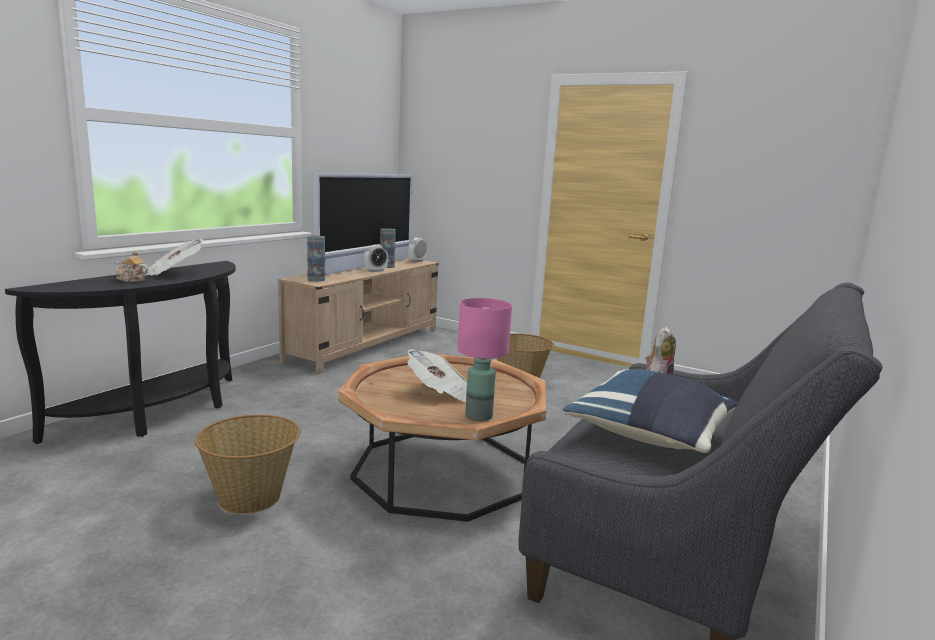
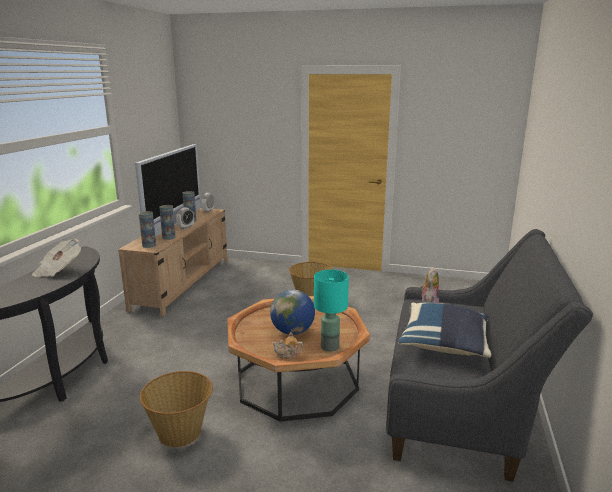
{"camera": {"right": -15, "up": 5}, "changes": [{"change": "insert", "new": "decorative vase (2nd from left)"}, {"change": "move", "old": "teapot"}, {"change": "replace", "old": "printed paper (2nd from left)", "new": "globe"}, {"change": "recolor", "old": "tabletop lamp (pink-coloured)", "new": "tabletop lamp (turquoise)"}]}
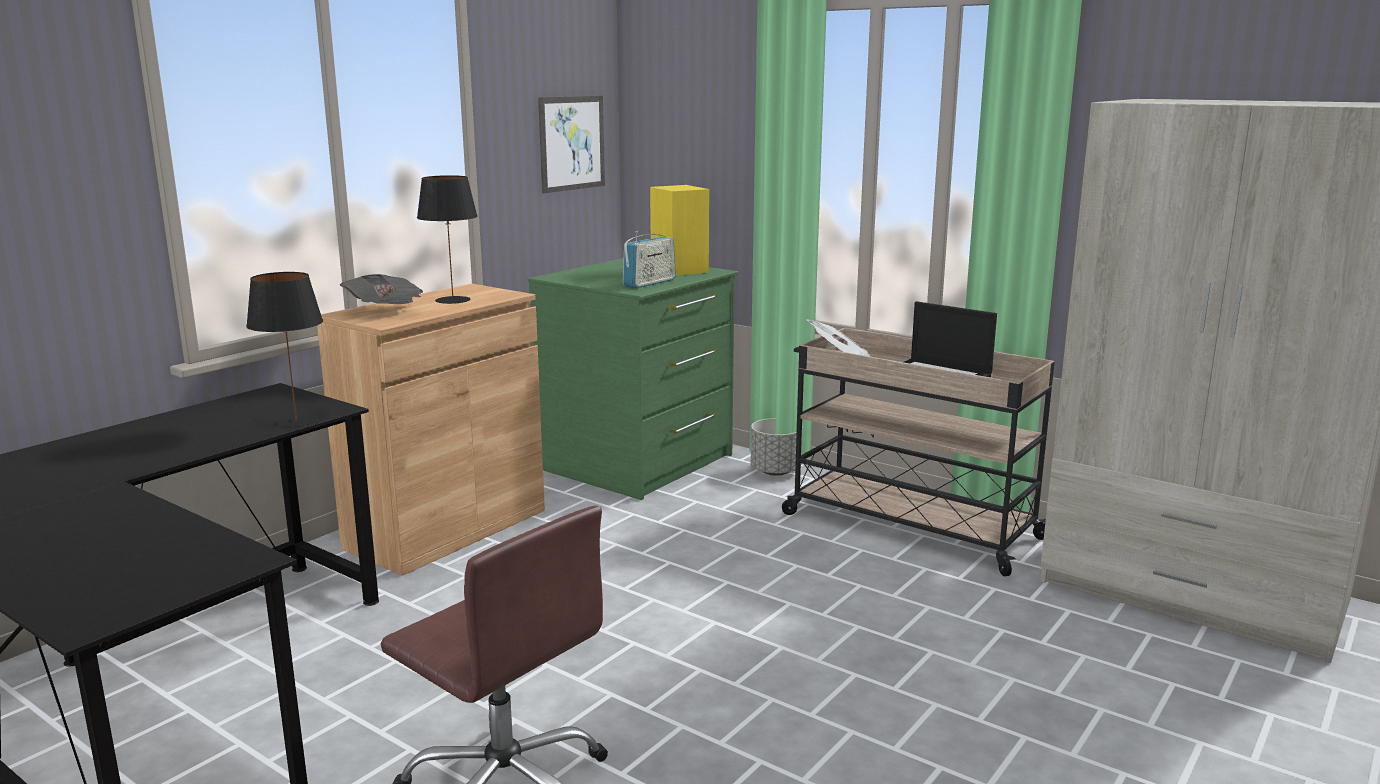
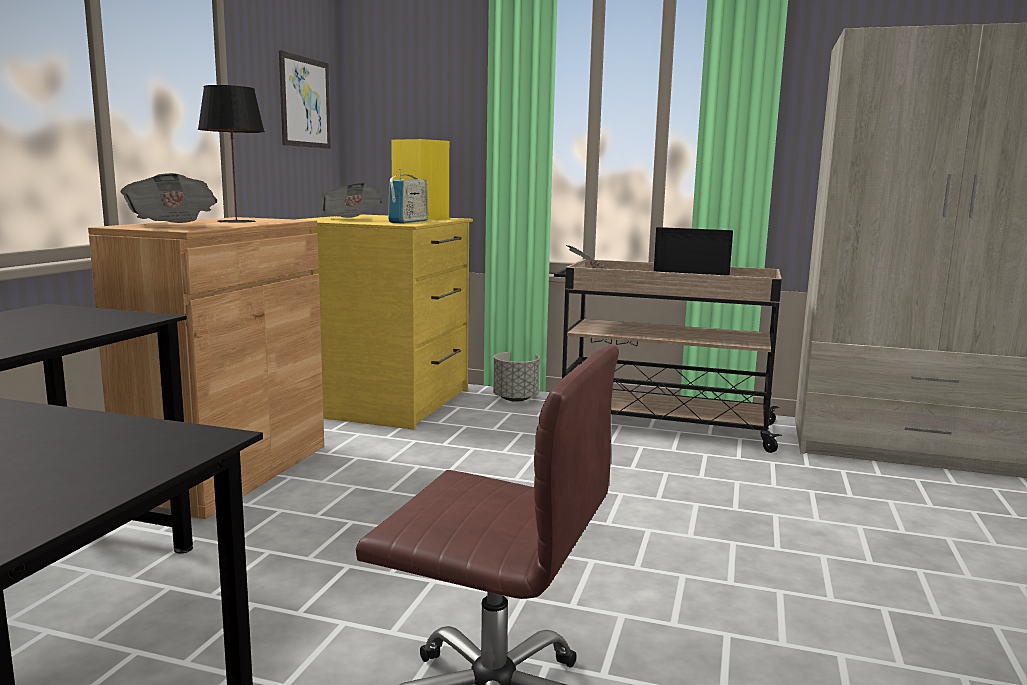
{"camera": {"right": -20, "up": -5}, "changes": [{"change": "delete", "old": "tabletop lamp (black-coloured) (1st from left)"}, {"change": "insert", "new": "printed paper (2nd from left)"}, {"change": "recolor", "old": "dresser (green)", "new": "dresser (yellow-coloured)"}]}
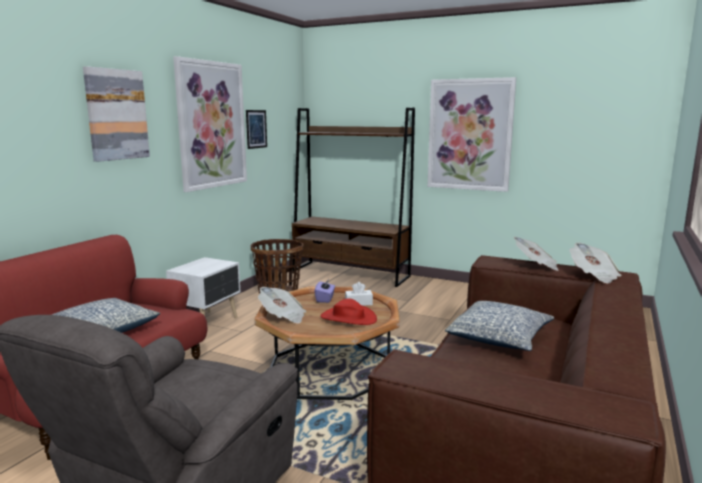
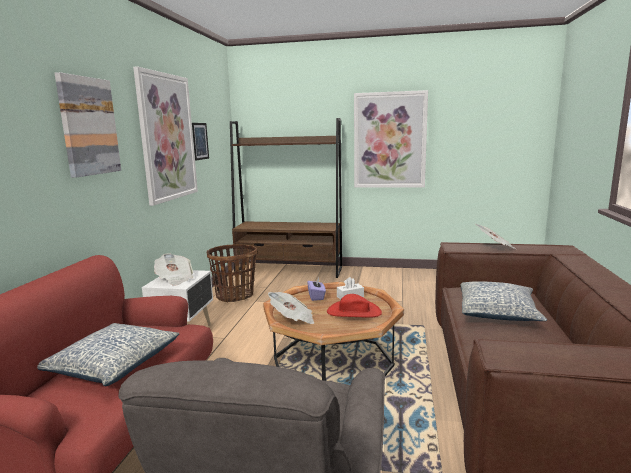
{"camera": {"right": -15, "up": 0}, "changes": [{"change": "move", "old": "printed paper (3rd from left in the first image)", "new": "printed paper (1st from left)"}]}
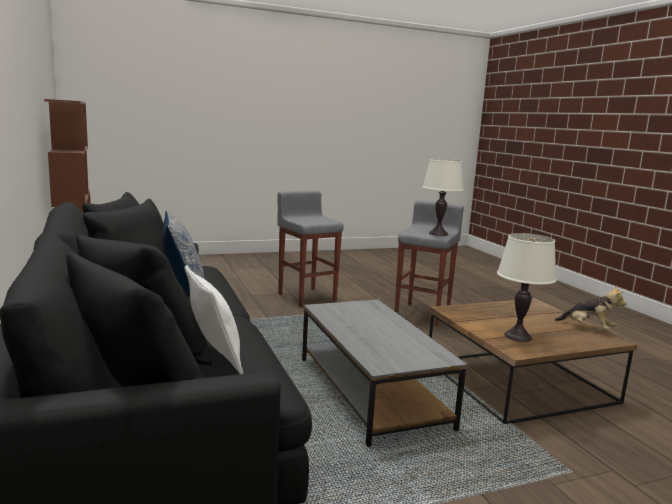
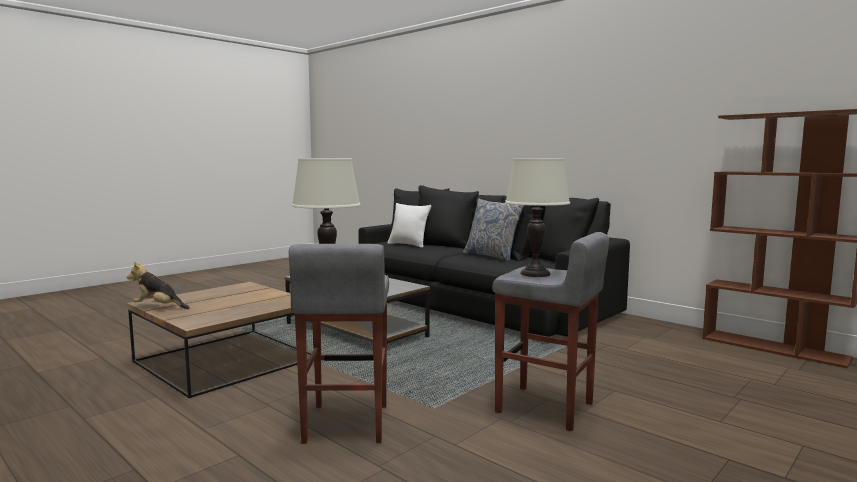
{"camera": {"right": 155, "up": -5}, "changes": [{"change": "move", "old": "tabletop lamp (white-coloured) (2nd from left)"}]}
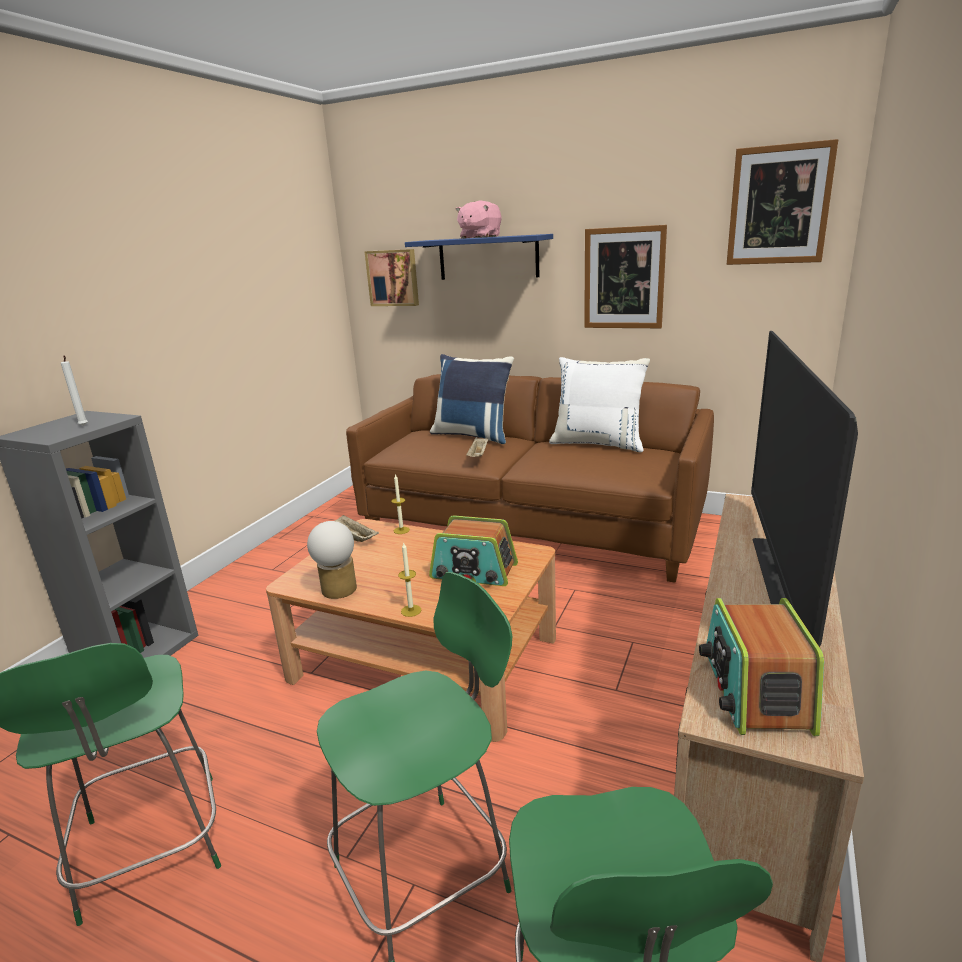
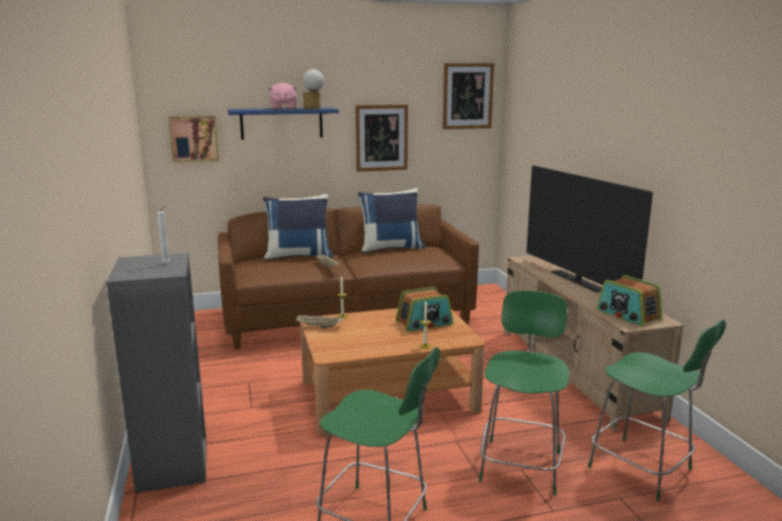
{"camera": {"right": -40, "up": -5}, "changes": [{"change": "move", "old": "tabletop lamp"}, {"change": "recolor", "old": "cushion (white-coloured)", "new": "cushion (bluish) (2nd from left)"}]}
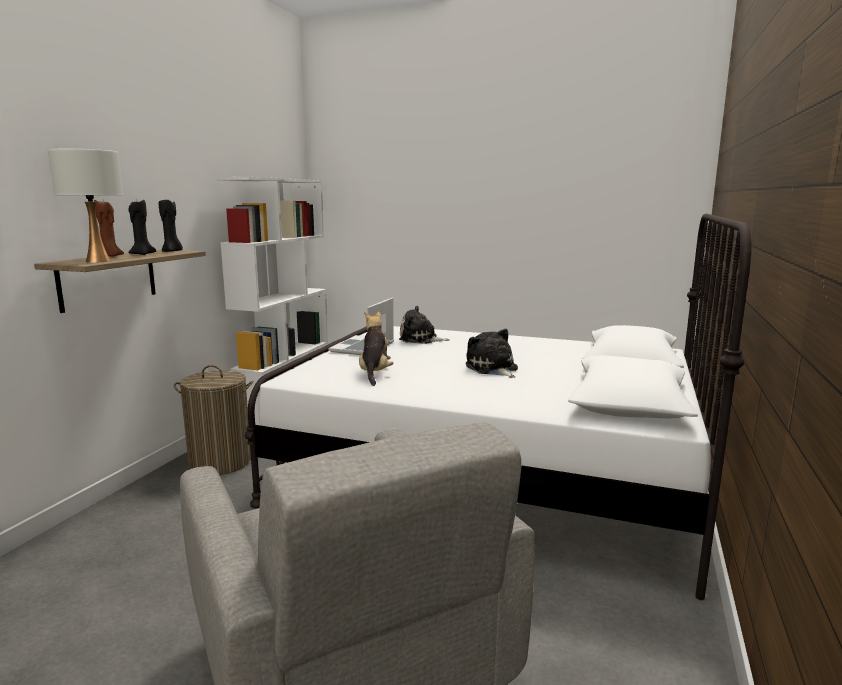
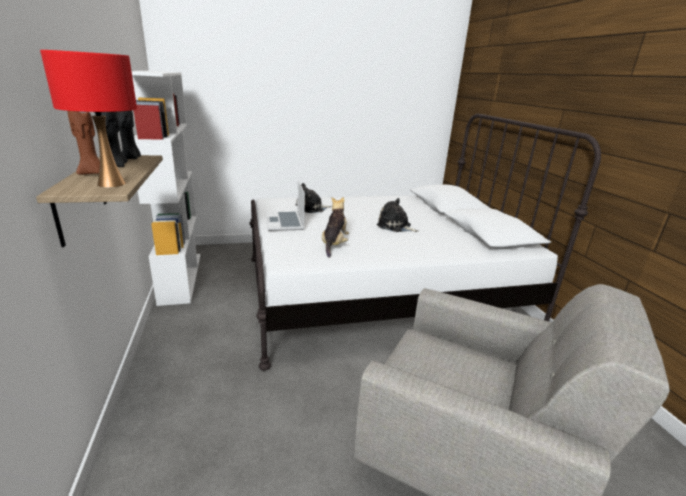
{"camera": {"right": -35, "up": 10}, "changes": [{"change": "delete", "old": "hamper"}, {"change": "recolor", "old": "tabletop lamp (white-coloured)", "new": "tabletop lamp (red)"}, {"change": "rotate", "old": "cuddly toy (1st from left in the first image)", "degrees": 45}]}
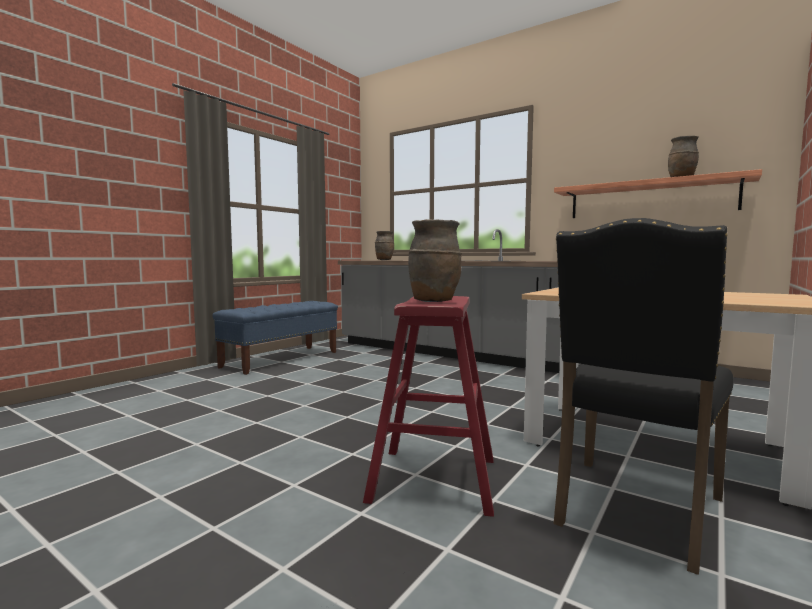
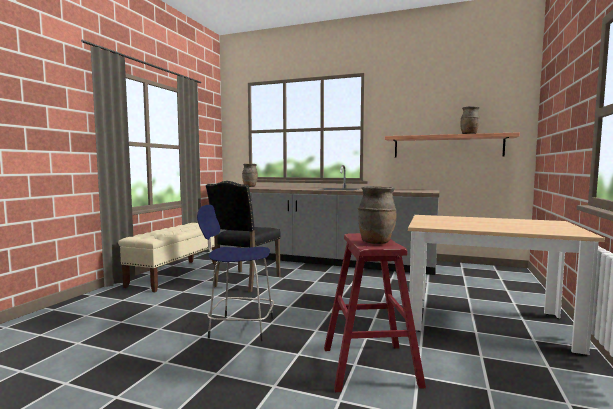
{"camera": {"right": -15, "up": 0}, "changes": [{"change": "insert", "new": "sitting stool (bluish)"}, {"change": "move", "old": "upright chair (black-coloured)"}, {"change": "recolor", "old": "long seat (bluish)", "new": "long seat (sand-coloured)"}]}
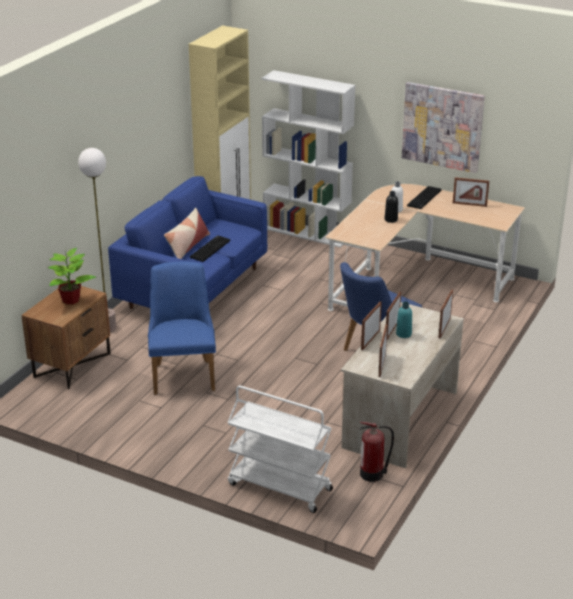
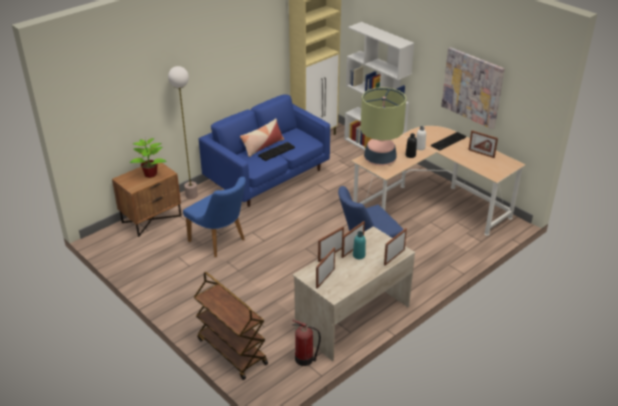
{"camera": {"right": 20, "up": 5}, "changes": [{"change": "insert", "new": "tabletop lamp"}, {"change": "recolor", "old": "cart (white-coloured)", "new": "cart (brown-coloured)"}, {"change": "rotate", "old": "upright chair (bluish) (1st from left)", "degrees": 120}]}
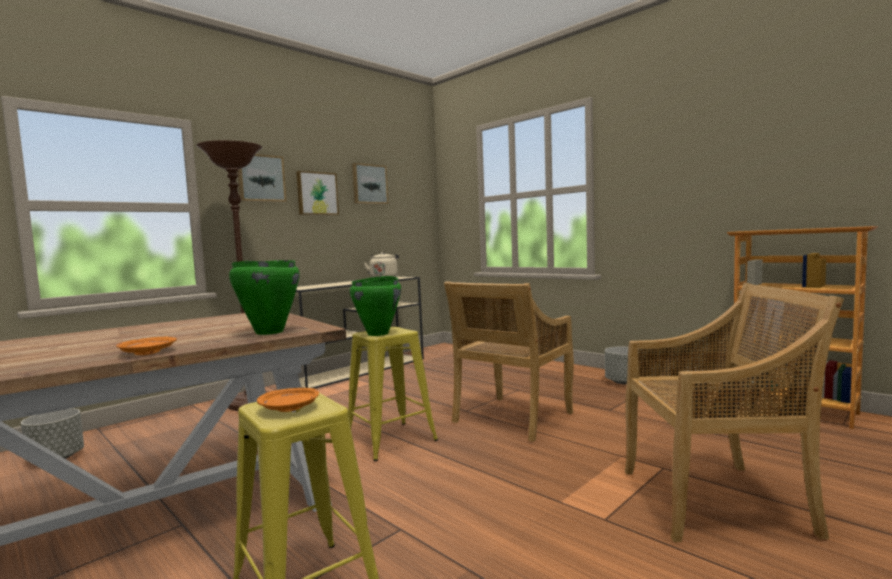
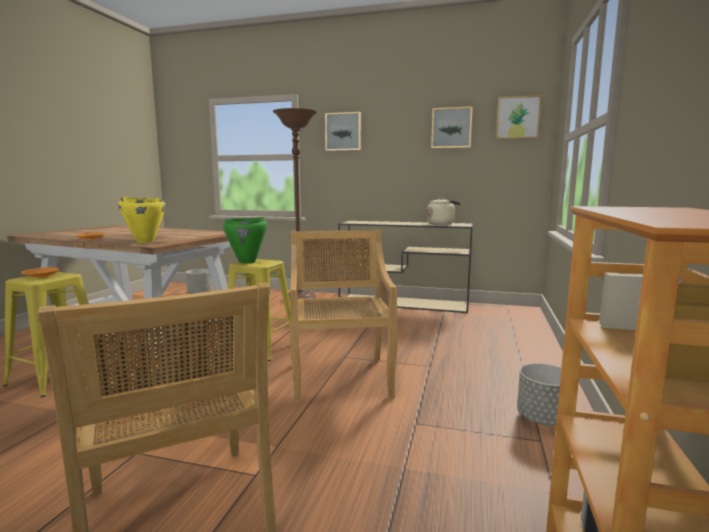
{"camera": {"right": 60, "up": 5}, "changes": [{"change": "move", "old": "picture (2nd from left in the first image)", "new": "picture (3rd from left)"}, {"change": "recolor", "old": "cooking pot (green) (1st from left)", "new": "cooking pot (yellow-coloured)"}, {"change": "rotate", "old": "upright chair (sand-coloured) (1st from left in the first image)", "degrees": 75}]}
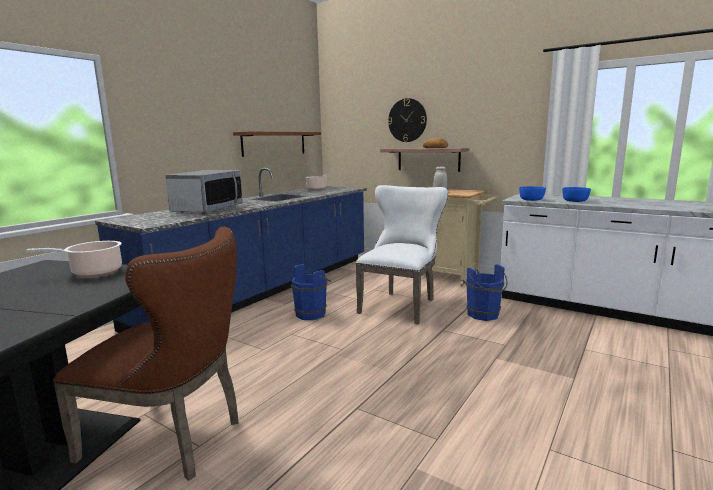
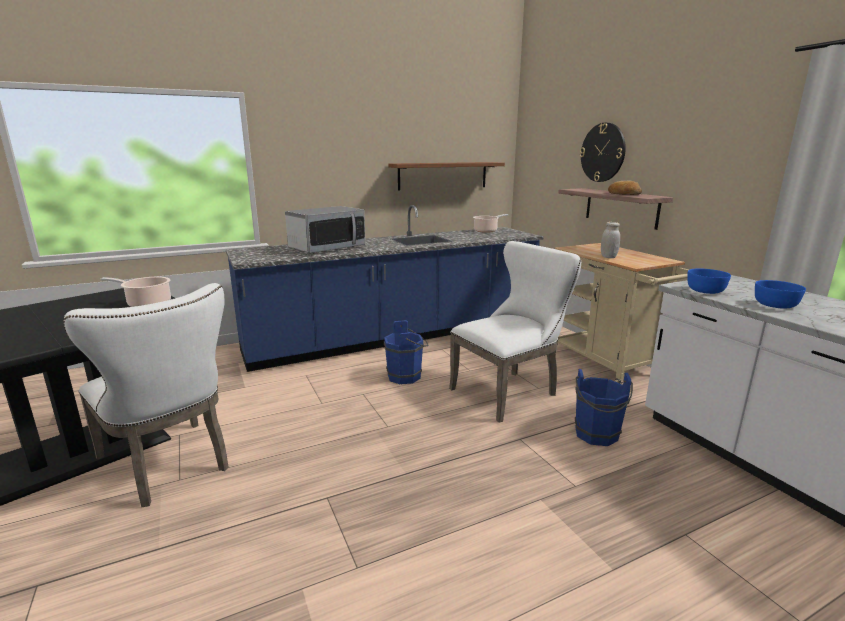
{"camera": {"right": 30, "up": 5}, "changes": [{"change": "recolor", "old": "upright chair (brown-coloured)", "new": "upright chair (white-coloured) (1st from left)"}]}
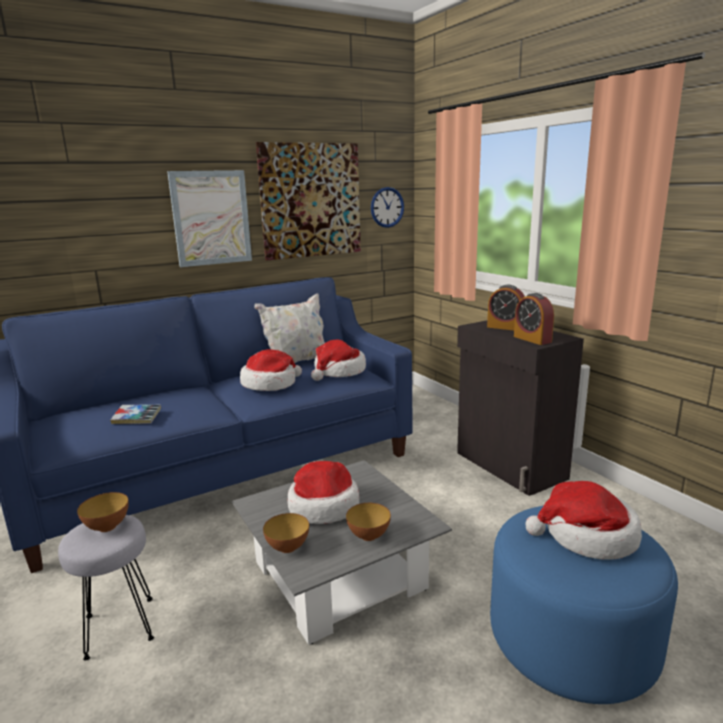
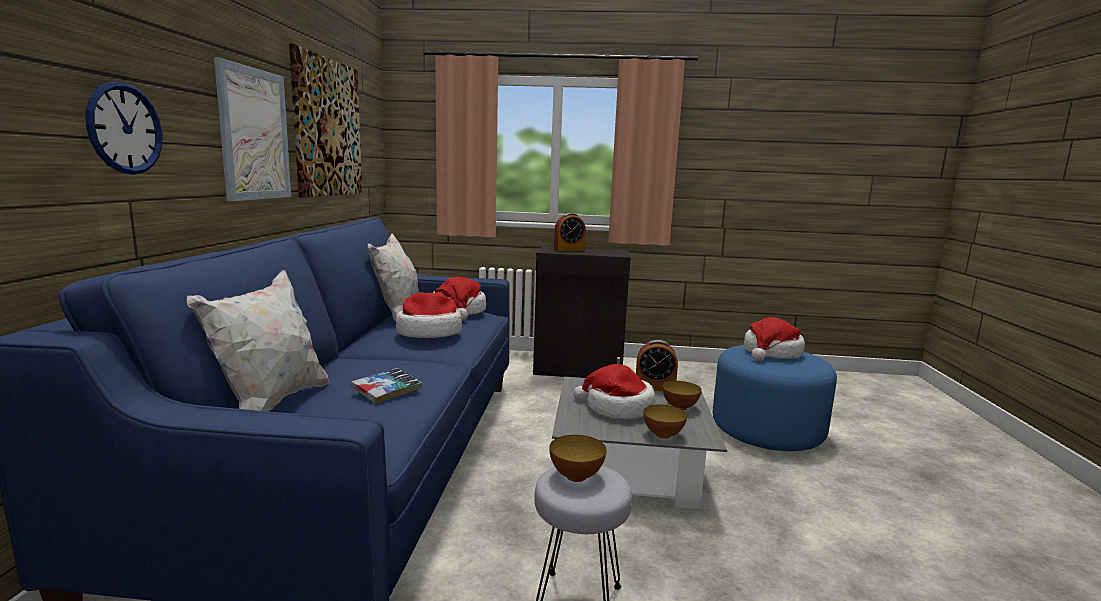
{"camera": {"right": -55, "up": -5}, "changes": [{"change": "insert", "new": "cushion (white-coloured) (1st from left)"}, {"change": "move", "old": "wall clock"}, {"change": "move", "old": "bedside clock (2nd from left)"}]}
